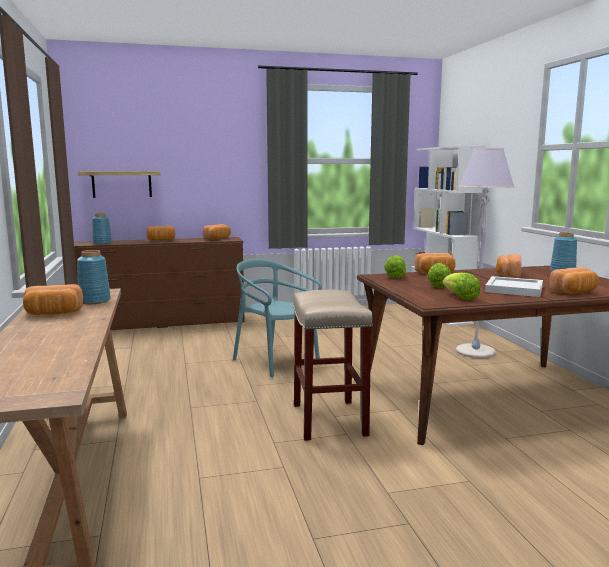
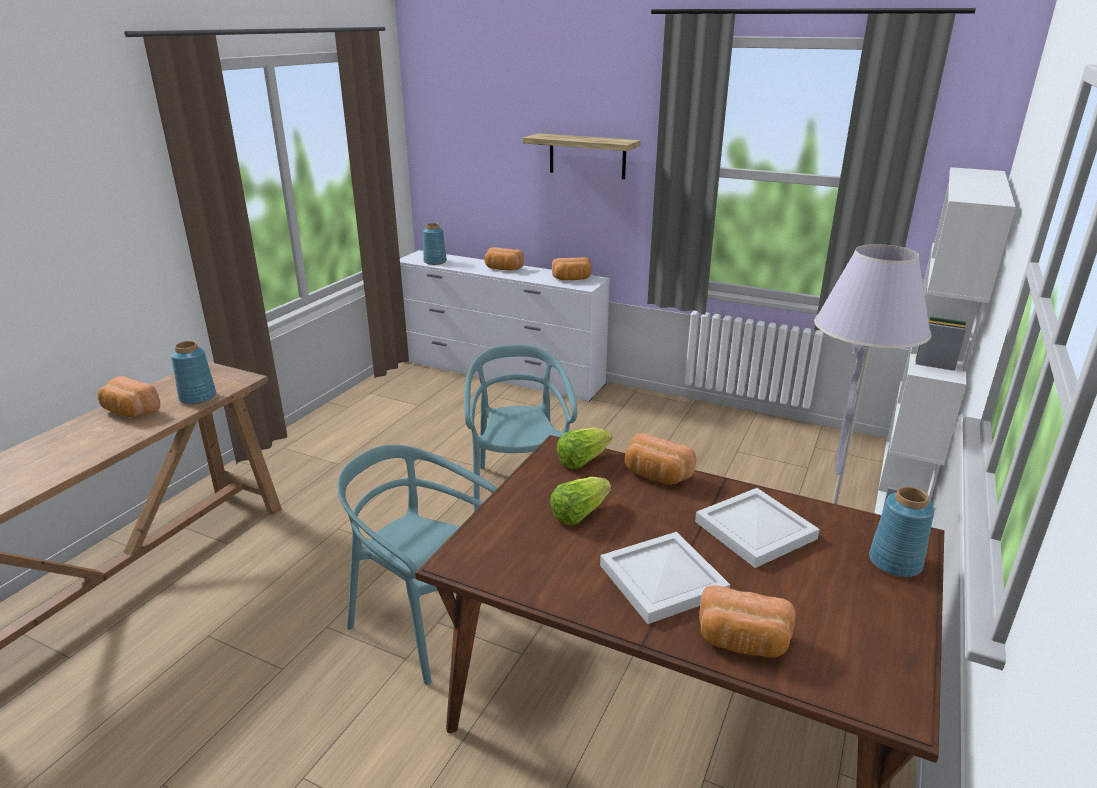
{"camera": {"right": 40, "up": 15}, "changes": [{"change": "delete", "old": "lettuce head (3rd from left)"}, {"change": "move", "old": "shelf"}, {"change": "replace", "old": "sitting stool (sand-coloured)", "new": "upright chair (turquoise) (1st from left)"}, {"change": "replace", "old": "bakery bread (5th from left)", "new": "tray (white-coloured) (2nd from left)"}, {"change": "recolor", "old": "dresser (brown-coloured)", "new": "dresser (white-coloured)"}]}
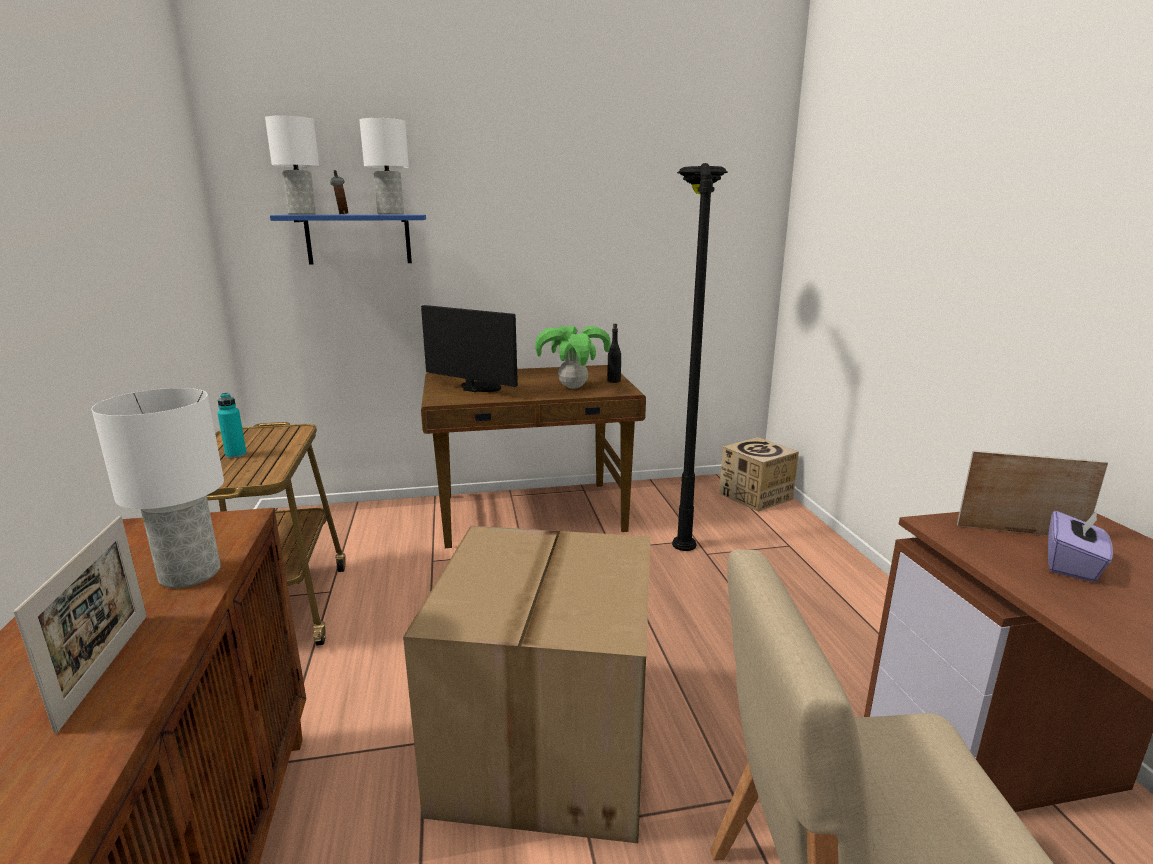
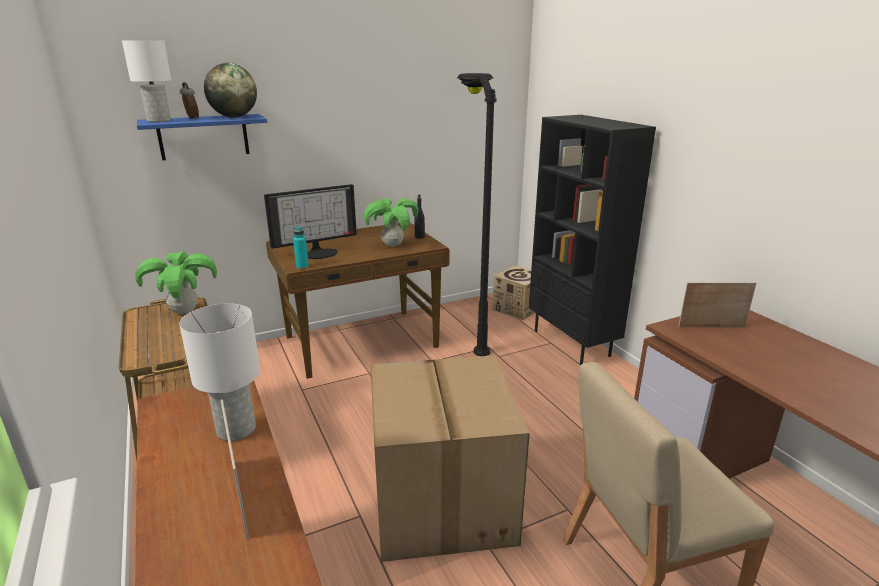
{"camera": {"right": -15, "up": 5}, "changes": [{"change": "delete", "old": "tissue holder (purple-coloured)"}, {"change": "insert", "new": "plant in a pot (1st from left)"}, {"change": "insert", "new": "bookcase (black-coloured)"}, {"change": "move", "old": "beverage bottle (turquoise)"}, {"change": "replace", "old": "tabletop lamp (white-coloured) (3rd from left)", "new": "globe"}, {"change": "rotate", "old": "computer display", "degrees": 135}]}
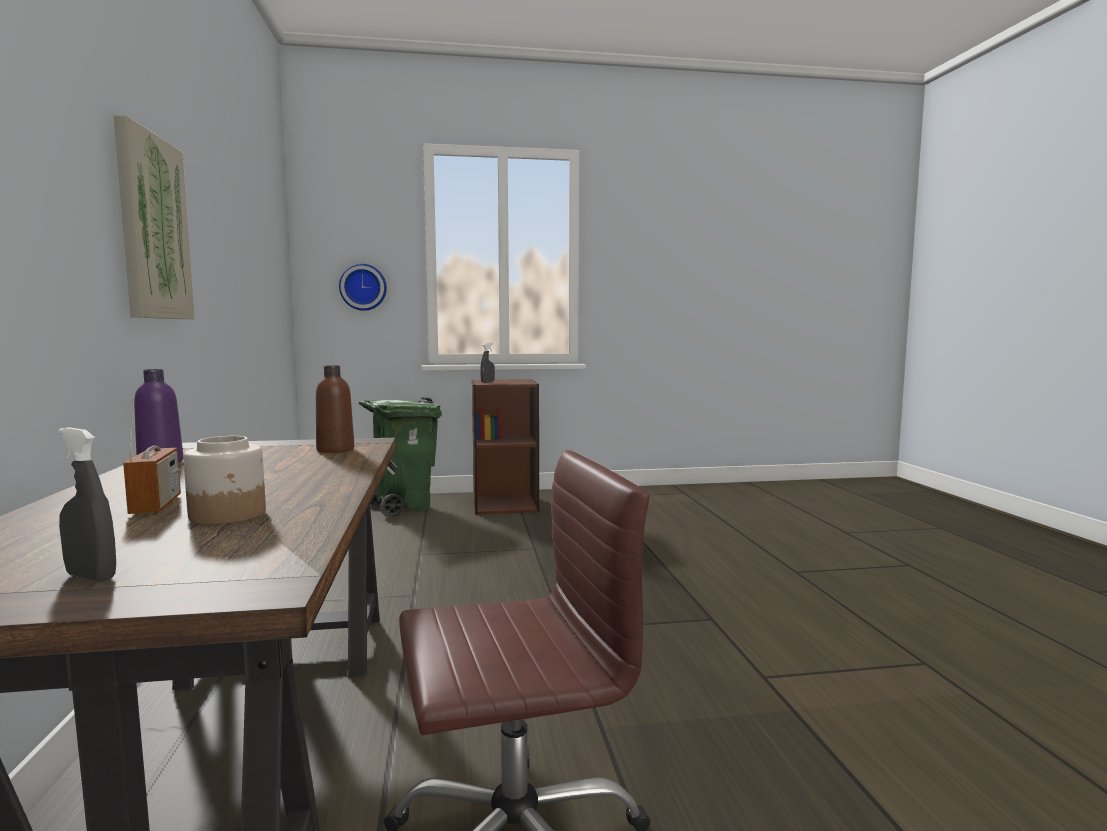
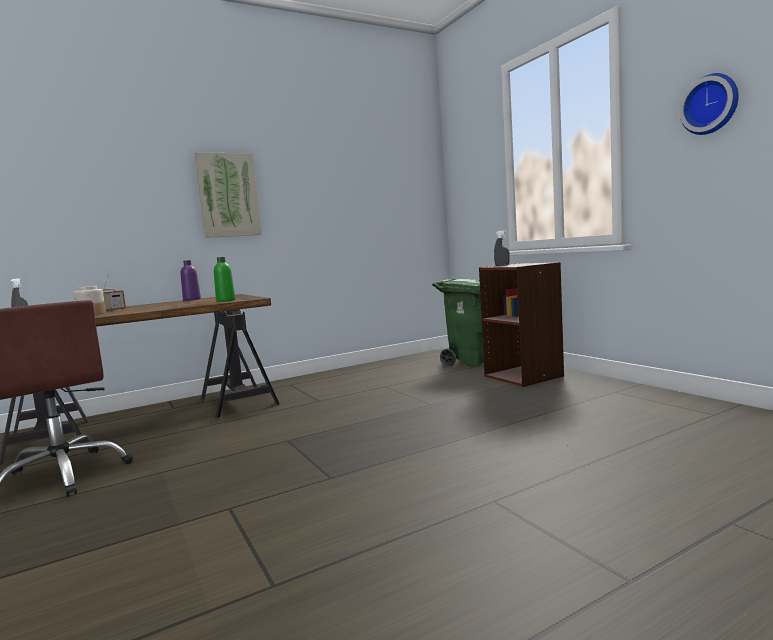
{"camera": {"right": 70, "up": 0}, "changes": [{"change": "move", "old": "wall clock"}, {"change": "recolor", "old": "beverage bottle (brown-coloured)", "new": "beverage bottle (green)"}]}
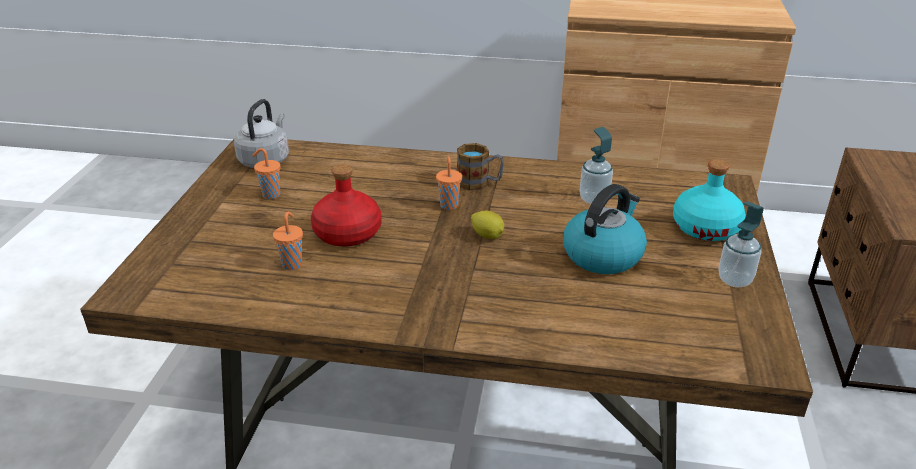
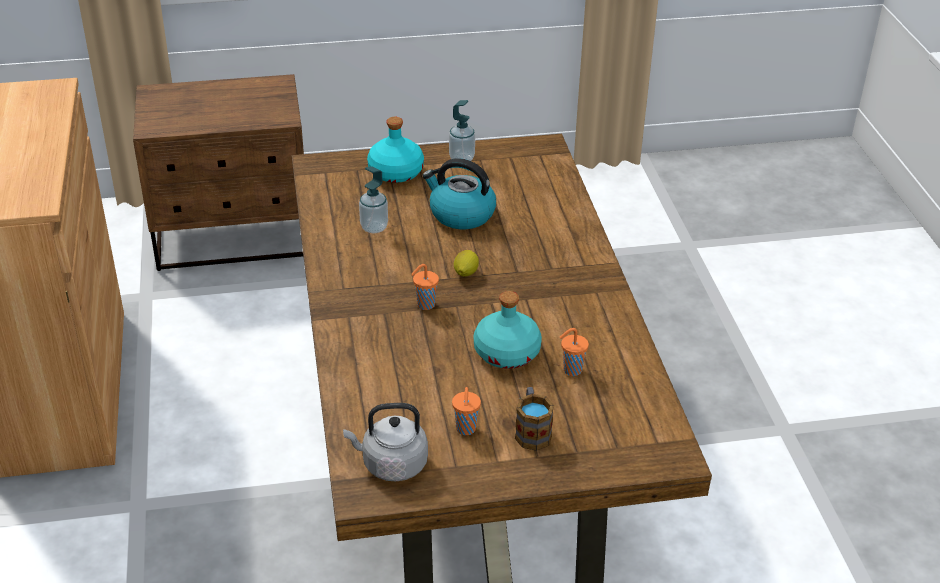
{"camera": {"right": -110, "up": 5}, "changes": [{"change": "move", "old": "mug"}, {"change": "recolor", "old": "beverage bottle (red)", "new": "beverage bottle (turquoise) (2nd from left)"}]}
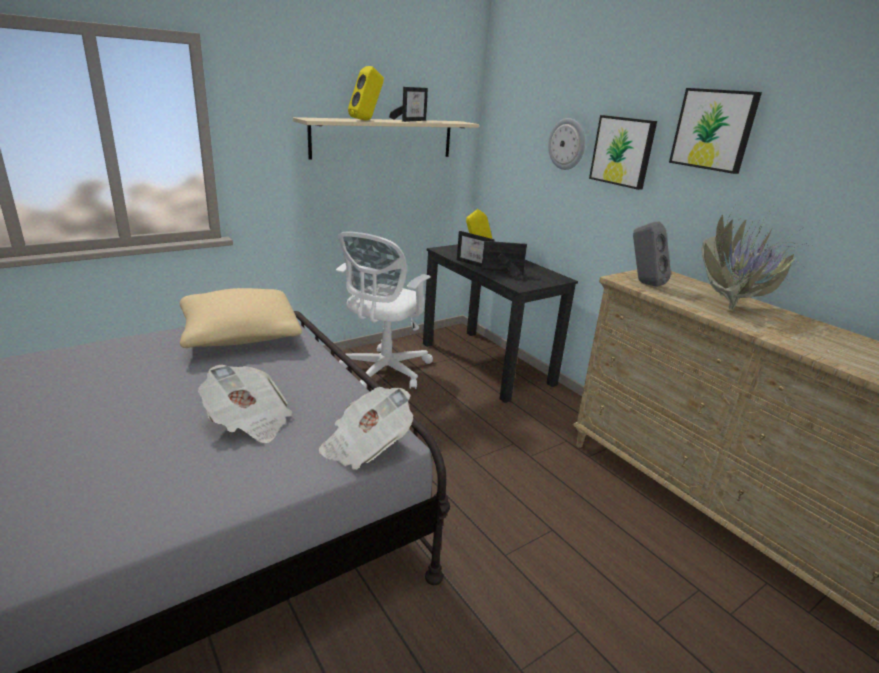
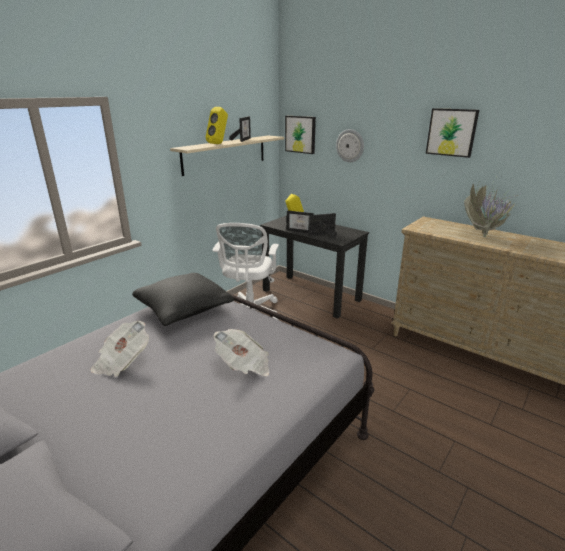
{"camera": {"right": -15, "up": 0}, "changes": [{"change": "delete", "old": "speaker (gray)"}, {"change": "move", "old": "printed paper (2nd from left in the first image)", "new": "printed paper (1st from left)"}, {"change": "move", "old": "picture (1st from left)"}, {"change": "recolor", "old": "cushion (sand-coloured)", "new": "cushion (black-coloured)"}]}
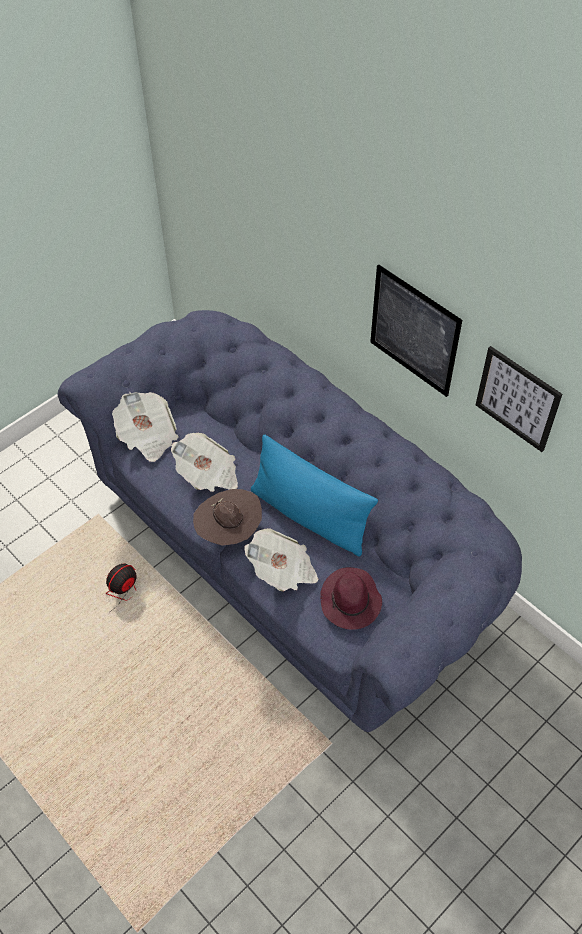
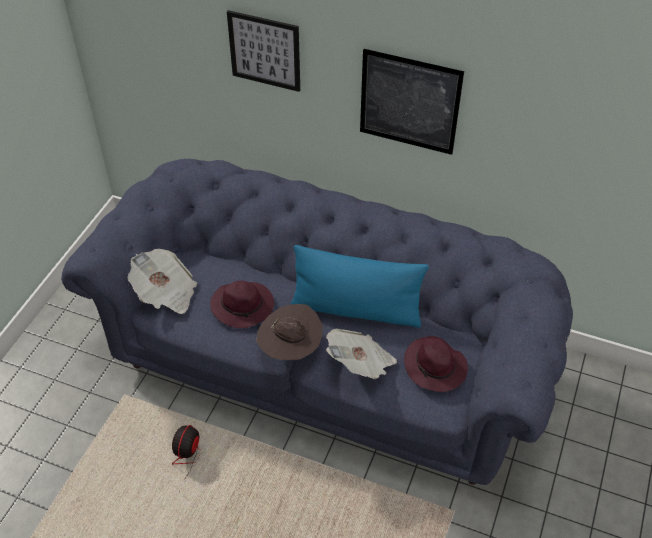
{"camera": {"right": -25, "up": -5}, "changes": [{"change": "move", "old": "picture (2nd from left in the first image)", "new": "picture (1st from left)"}, {"change": "replace", "old": "printed paper (2nd from left)", "new": "clothing hat (purple-coloured) (1st from left)"}]}
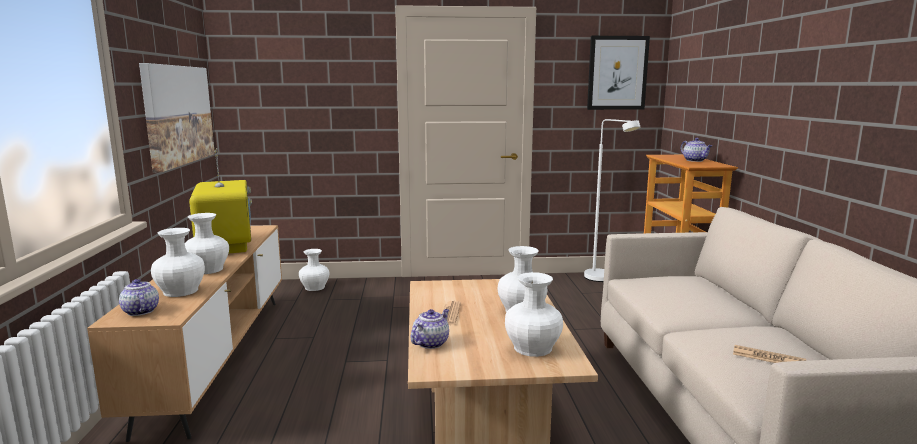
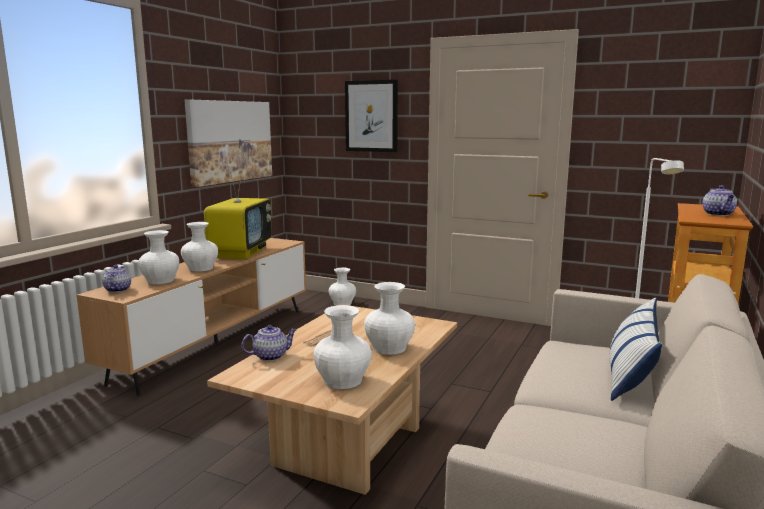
{"camera": {"right": 30, "up": 0}, "changes": [{"change": "delete", "old": "printed paper (2nd from left)"}, {"change": "insert", "new": "cushion"}, {"change": "move", "old": "picture (2nd from left)"}]}
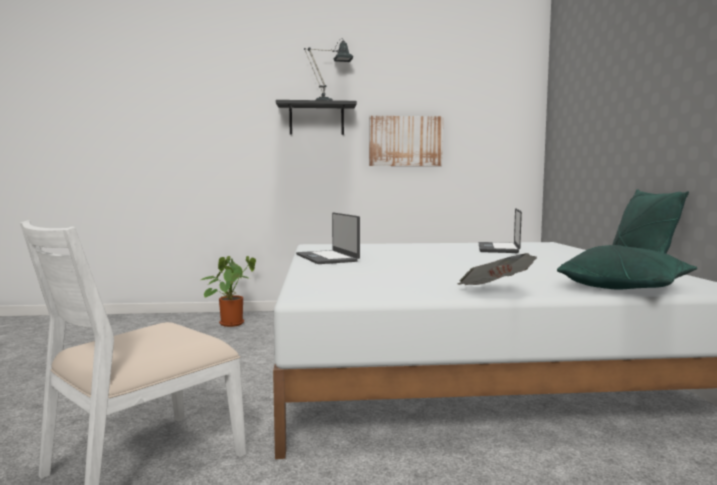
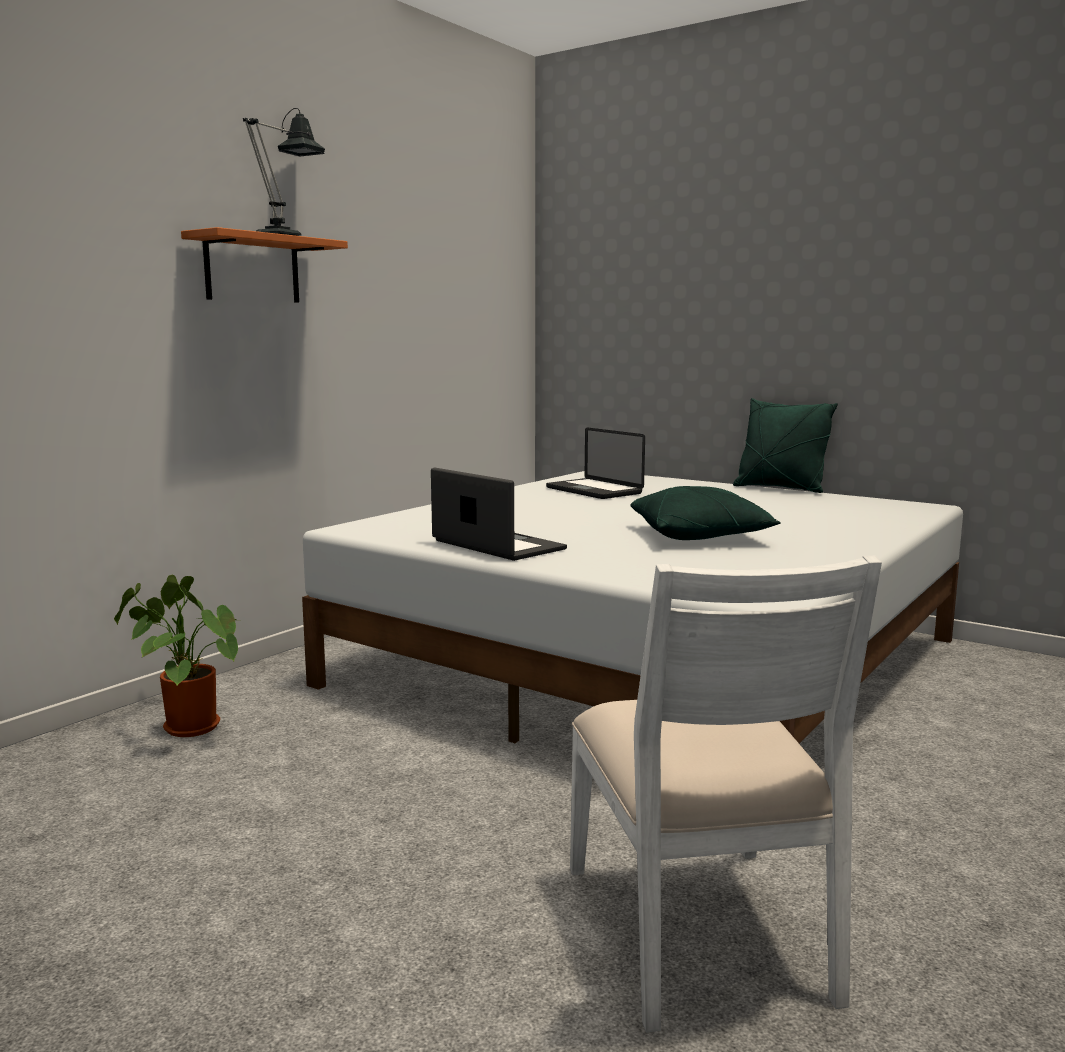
{"camera": {"right": -50, "up": 5}, "changes": [{"change": "delete", "old": "picture"}, {"change": "delete", "old": "printed paper"}, {"change": "move", "old": "cushion (green) (1st from left)"}, {"change": "recolor", "old": "shelf (black-coloured)", "new": "shelf (orange-coloured)"}, {"change": "rotate", "old": "portable computer (1st from left)", "degrees": -150}]}
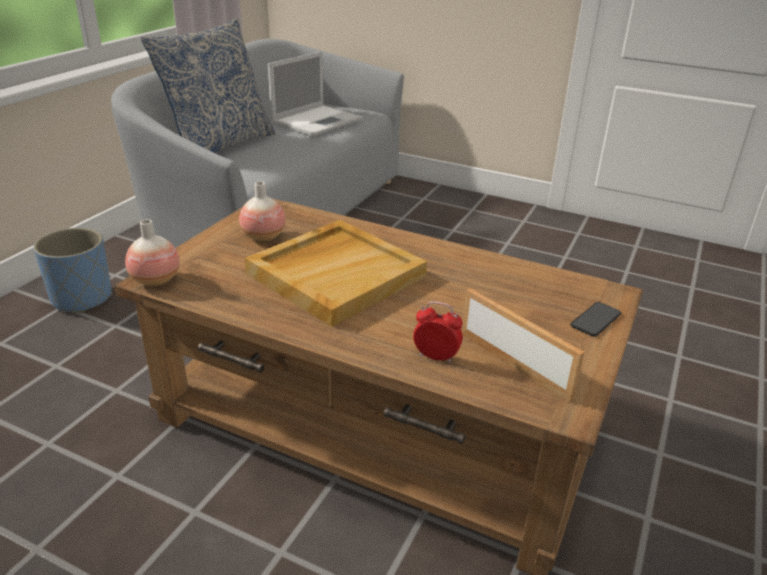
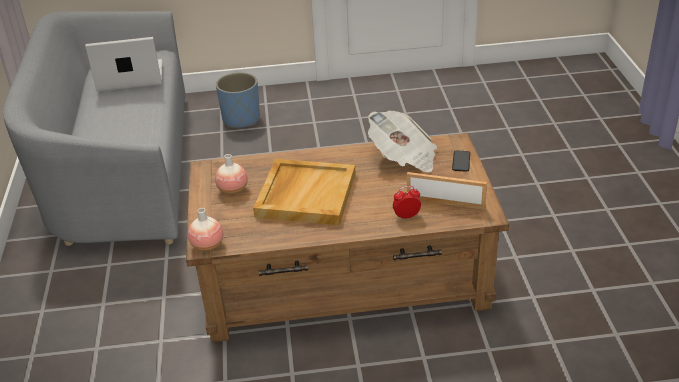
{"camera": {"right": -30, "up": 5}, "changes": [{"change": "delete", "old": "cushion"}, {"change": "insert", "new": "printed paper"}, {"change": "move", "old": "planter (bluish)"}, {"change": "rotate", "old": "portable computer", "degrees": -105}]}
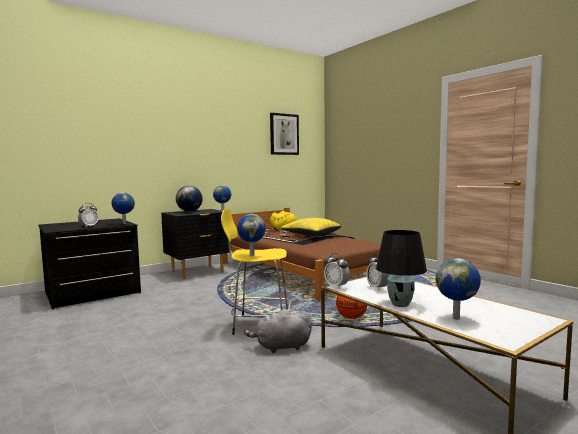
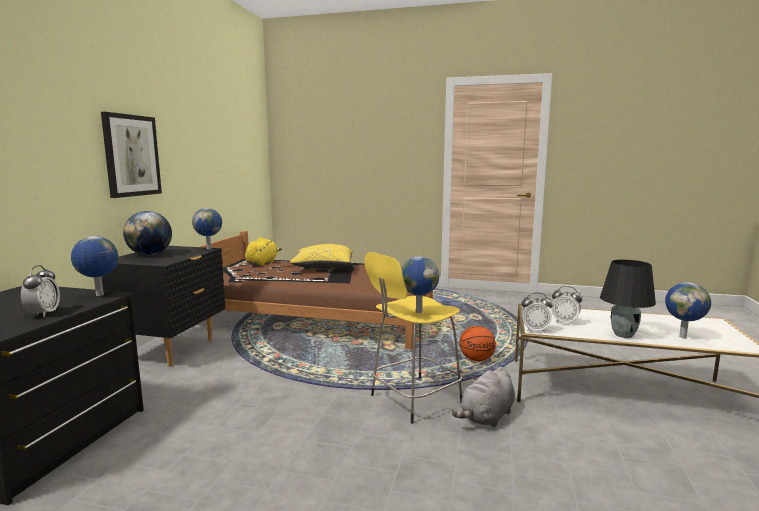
{"camera": {"right": -40, "up": 5}, "changes": [{"change": "move", "old": "picture"}]}
